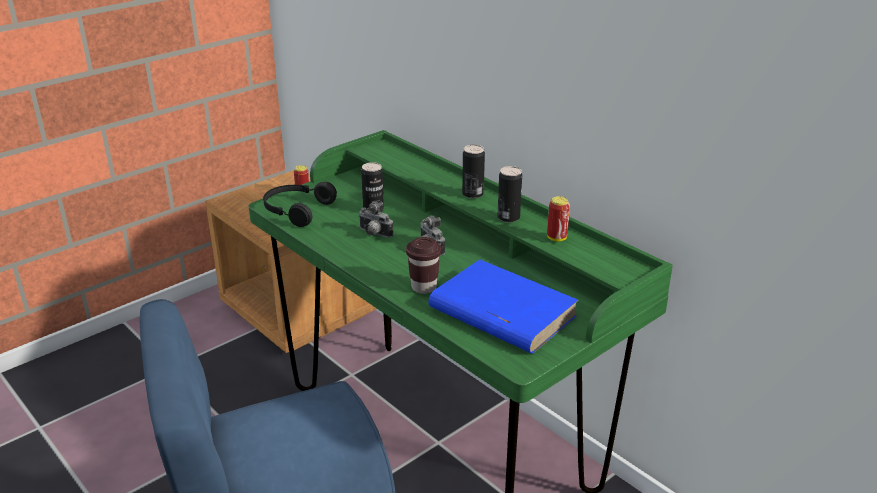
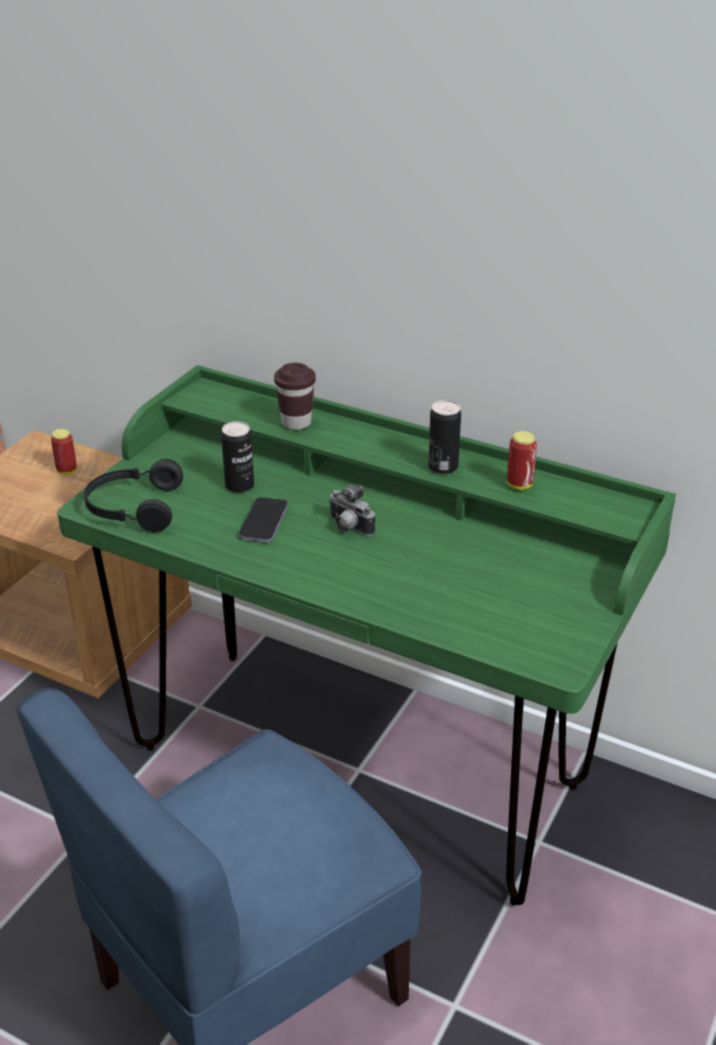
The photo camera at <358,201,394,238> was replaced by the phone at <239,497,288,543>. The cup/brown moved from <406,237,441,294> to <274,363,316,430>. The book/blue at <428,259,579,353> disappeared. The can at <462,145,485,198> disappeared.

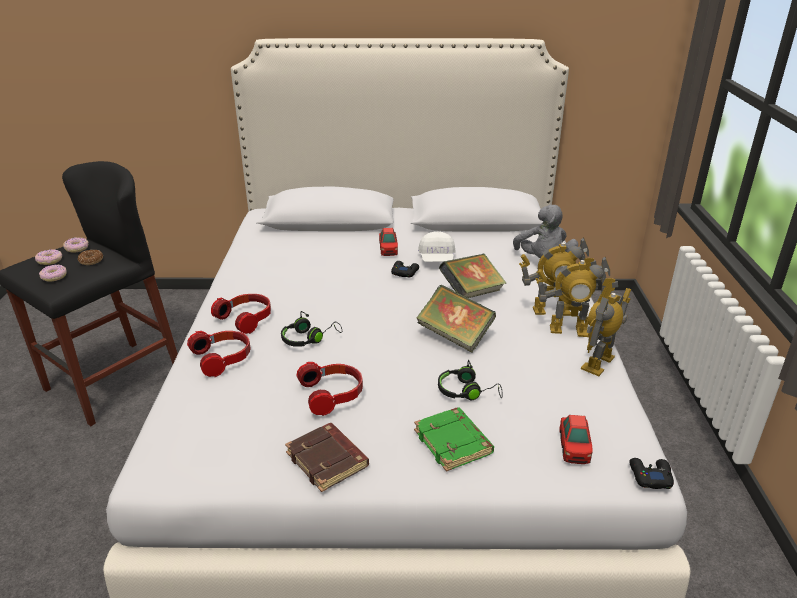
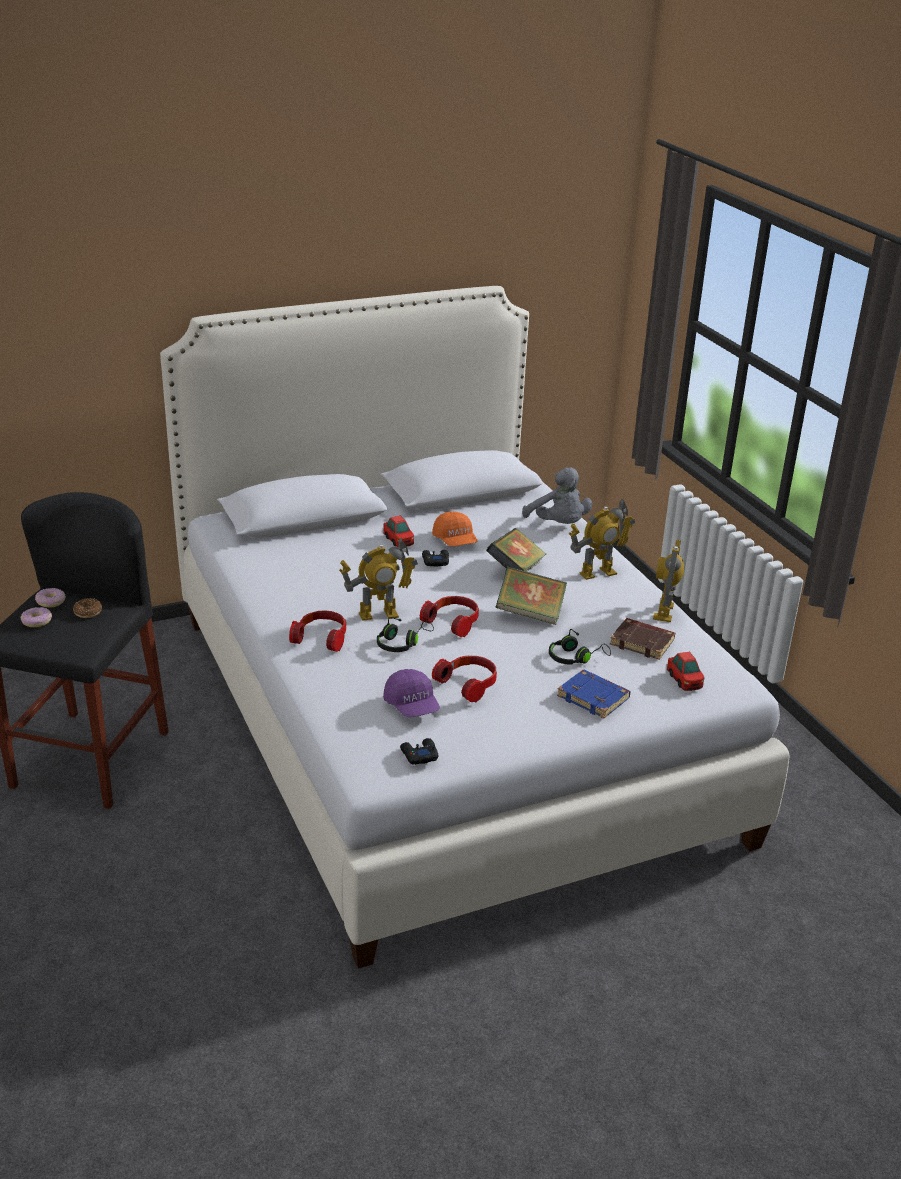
The donut at <39,264,67,282> disappeared. The headphones moved from <187,331,251,377> to <420,596,479,637>. The book/brown moved from <285,423,369,492> to <610,618,675,660>. The book/green at <414,407,494,472> became the book/blue at <557,670,631,718>. The cap/white at <418,231,456,262> became the cap/orange at <432,511,477,546>. The toy robot moved from <536,257,618,337> to <339,538,418,621>. The game controller/black moved from <629,458,674,489> to <400,738,438,765>. The cap/purple at <383,669,440,717> appeared.

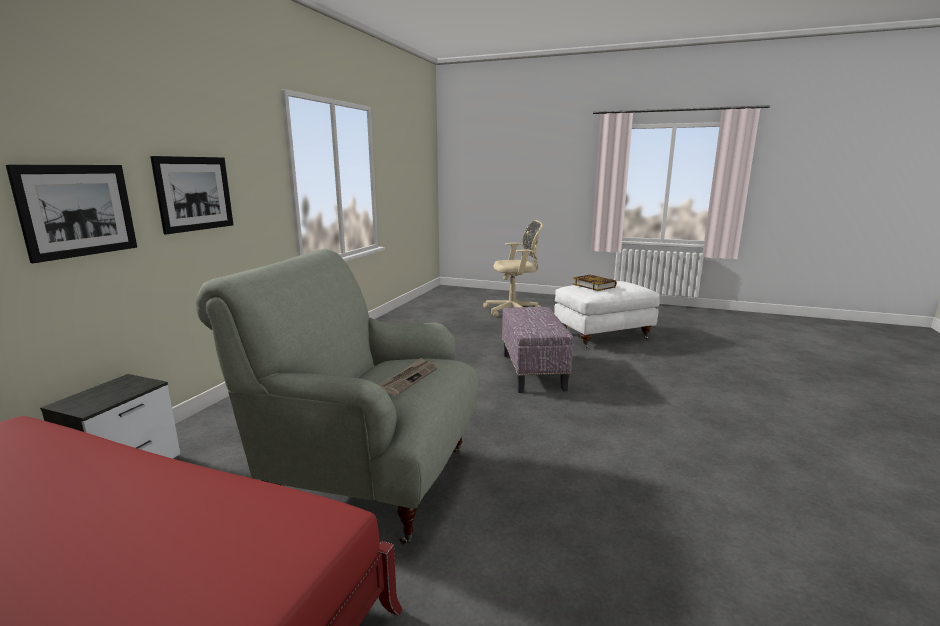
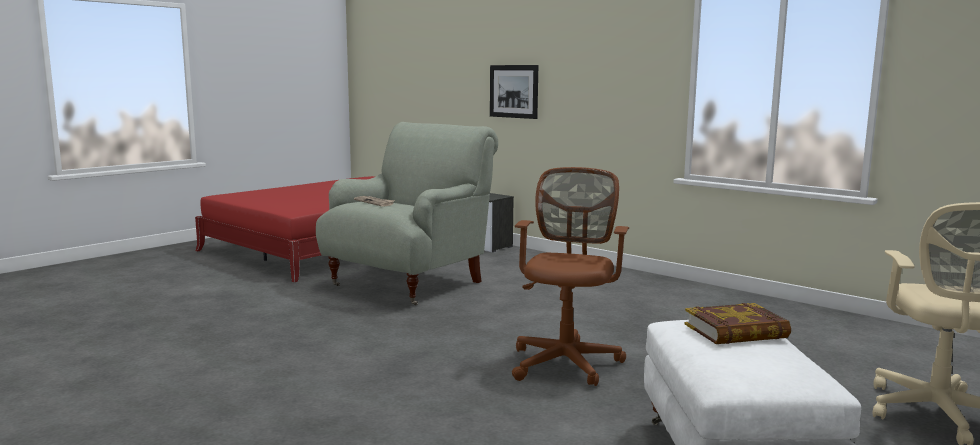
The picture at <150,156,233,234> disappeared. The ottoman at <502,307,573,393> was replaced by the office chair/brown at <512,167,629,386>.

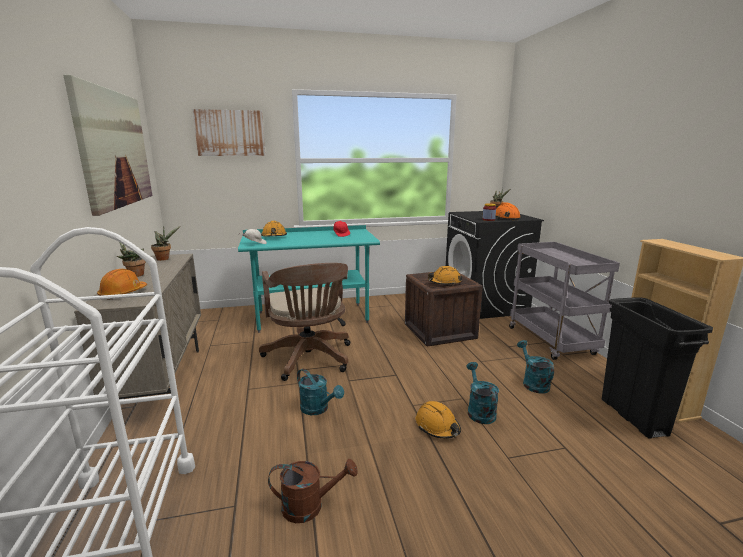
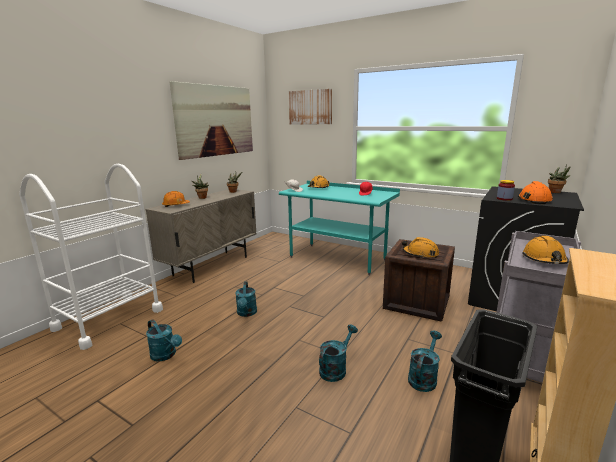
The office chair/brown at <259,263,350,381> disappeared. The watering can/brown at <268,459,358,523> became the watering can/turquoise at <146,319,182,361>. The hard hat/orange moved from <416,401,461,439> to <522,236,569,264>.

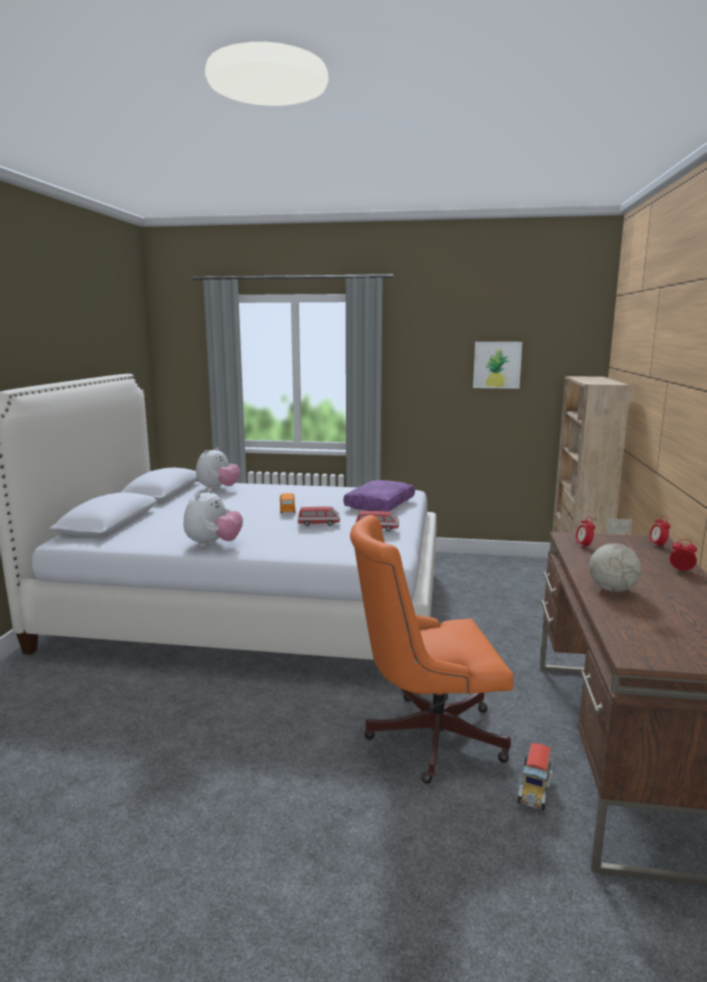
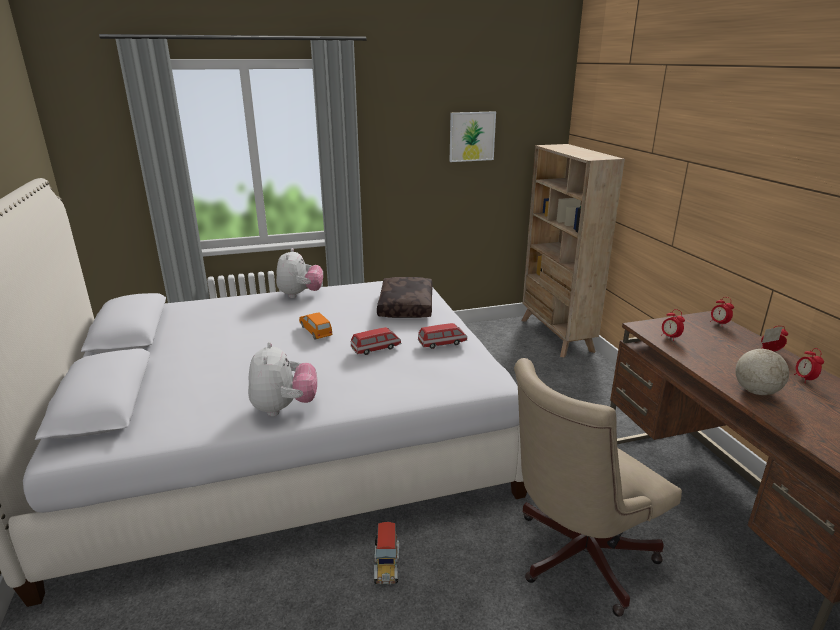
The plush toy moved from <196,447,240,490> to <276,248,323,298>. The pillow/purple at <344,480,415,512> became the pillow/brown at <377,277,432,318>. The office chair/orange at <350,515,513,784> became the office chair/beige at <514,358,682,617>. The toy truck moved from <518,743,552,810> to <374,522,399,585>. The alarm clock at <794,348,824,382> appeared.

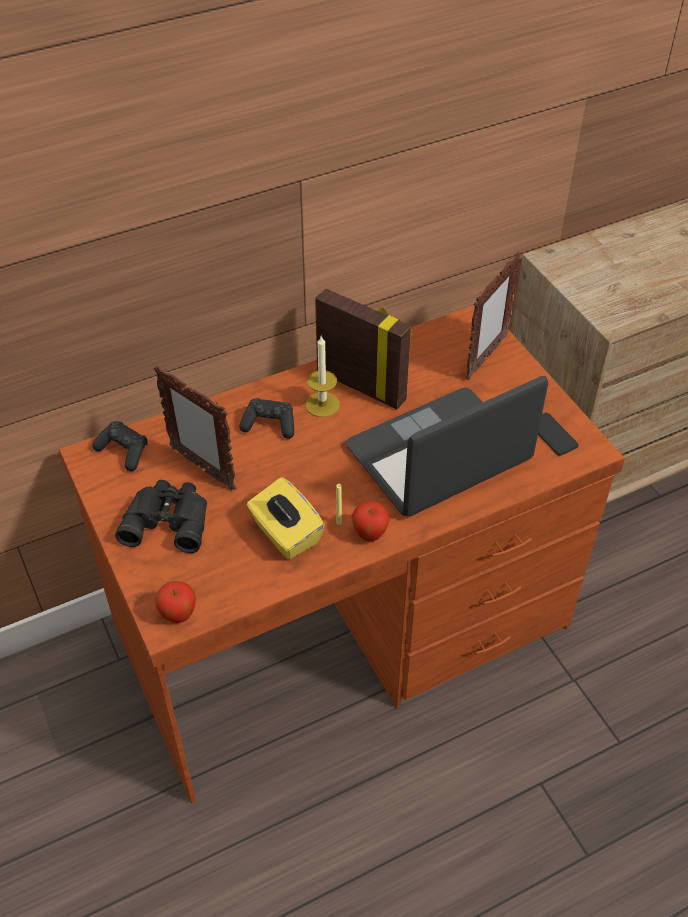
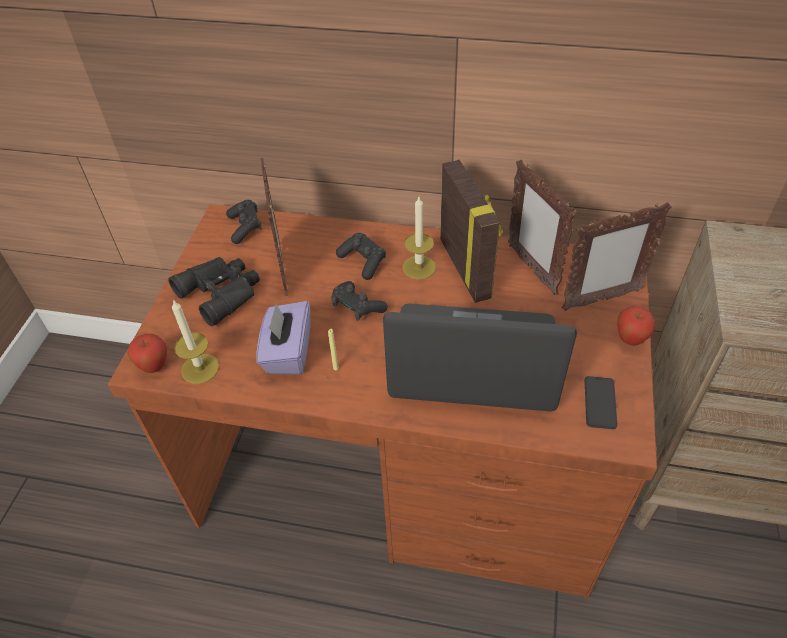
The tissue box/yellow at <247,477,325,560> became the tissue box/purple at <257,301,311,374>. The apple moved from <351,501,390,541> to <618,306,655,346>. The candle at <172,299,219,384> appeared. The game controller/black at <331,281,388,321> appeared. The picture frame at <508,160,576,295> appeared.

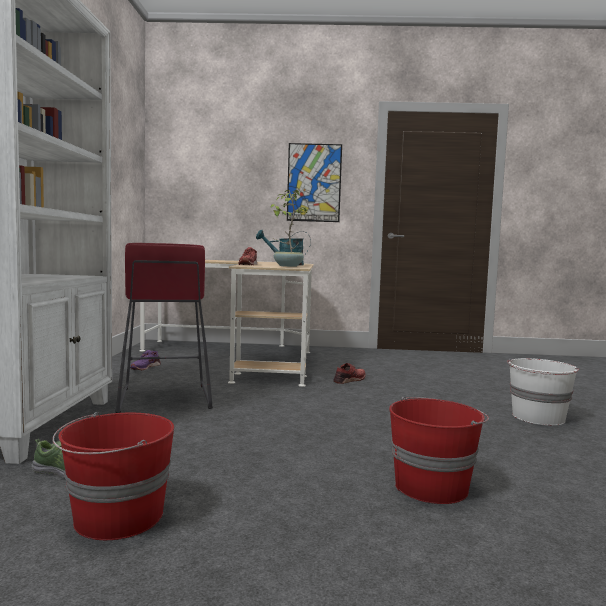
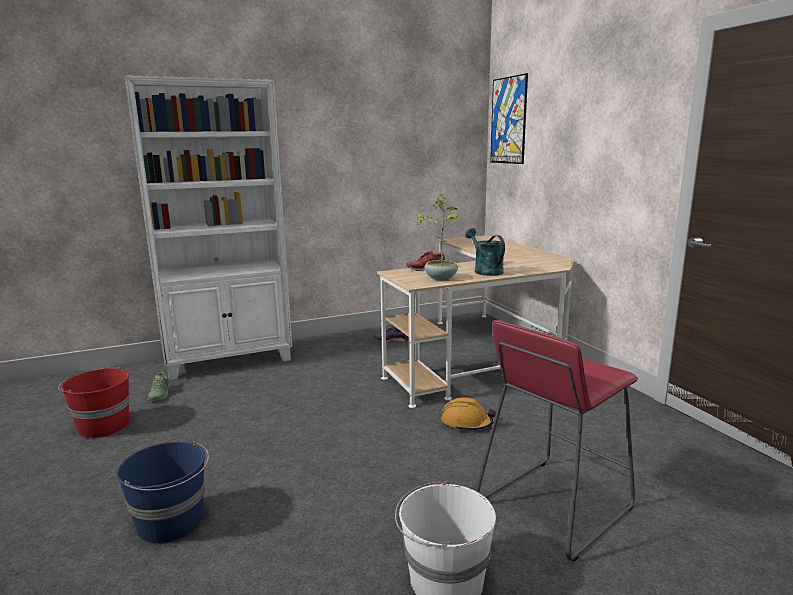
The stool/red moved from <115,243,213,413> to <476,320,638,562>. The picture moved from <287,143,342,222> to <490,73,528,164>. The shoe/red at <333,363,366,384> was replaced by the hard hat/orange at <441,397,496,431>. The bucket/red at <389,397,489,504> became the bucket/blue at <116,441,209,544>.

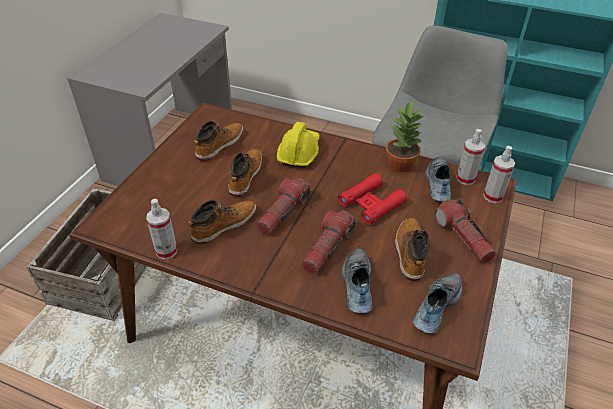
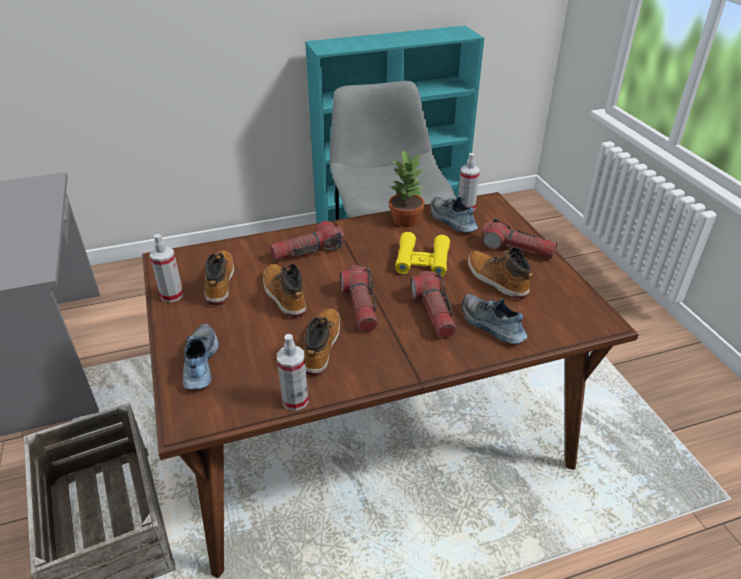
The hard hat/yellow at <277,122,320,167> was replaced by the flashlight at <270,221,345,261>. The binoculars/red at <338,173,407,225> became the binoculars/yellow at <395,232,450,276>. The shoe moved from <413,273,462,334> to <182,323,219,389>. The spray bottle moved from <483,146,515,203> to <150,234,183,303>.

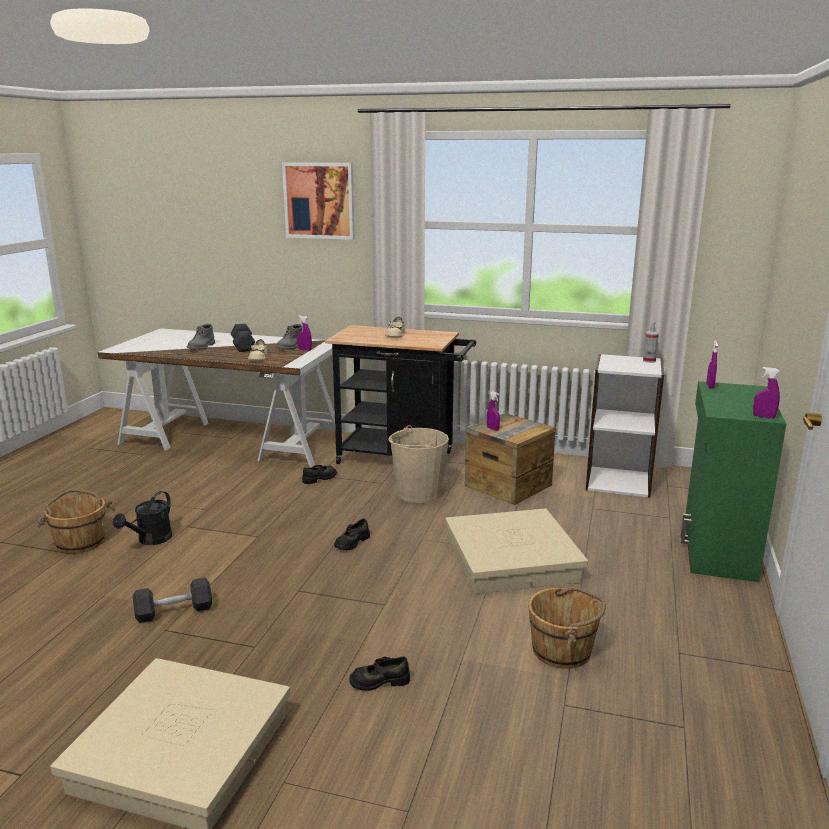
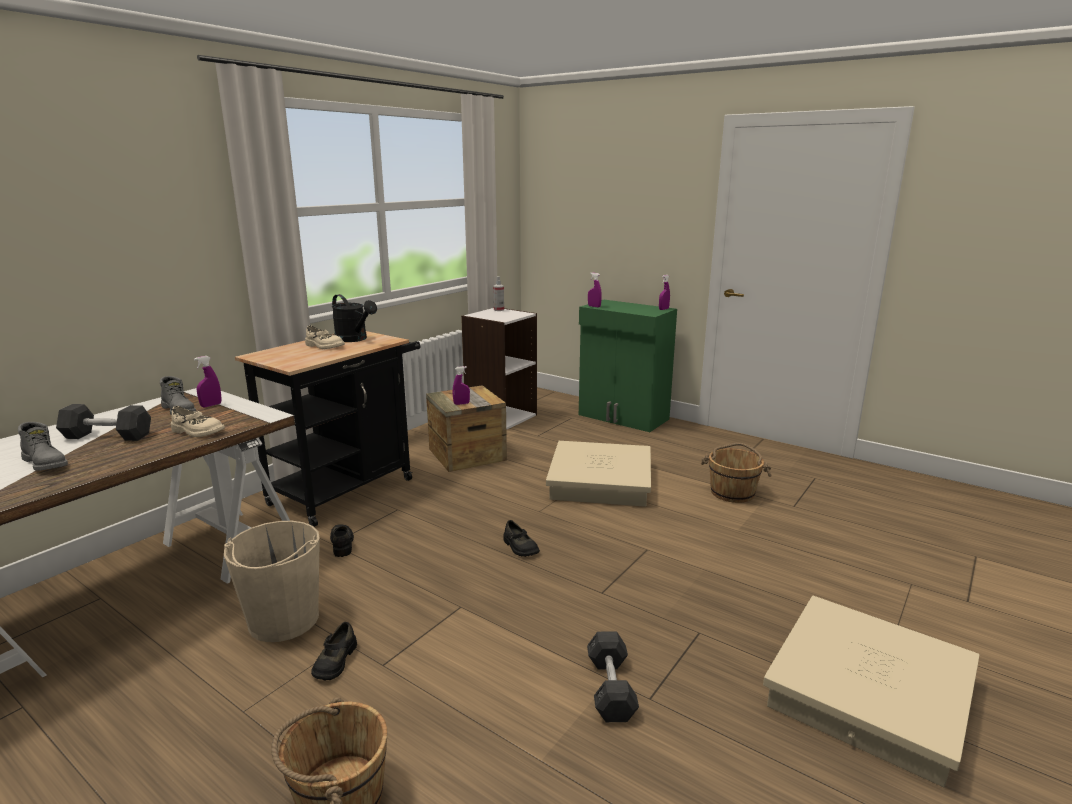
The watering can/black moved from <113,491,172,545> to <332,294,377,342>. The picture at <282,162,355,240> disappeared. The shoe/black moved from <349,656,410,691> to <311,622,357,681>. The bucket/beige moved from <388,425,449,503> to <224,521,320,642>.

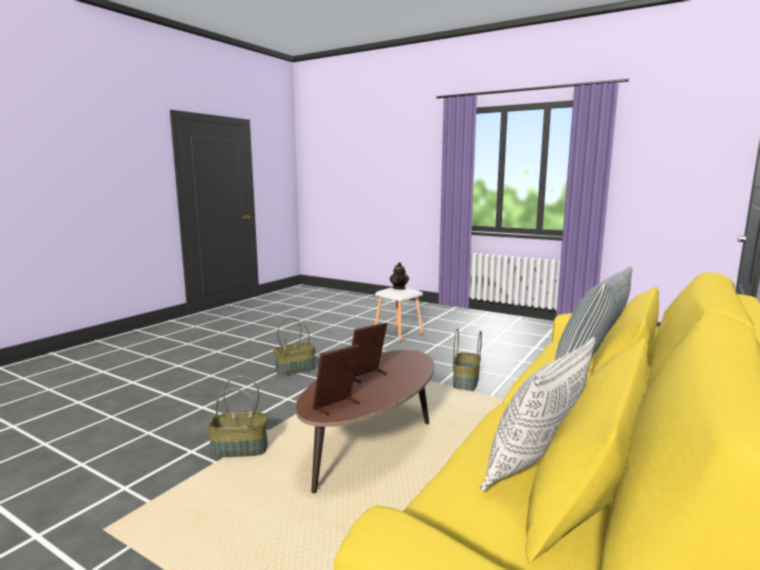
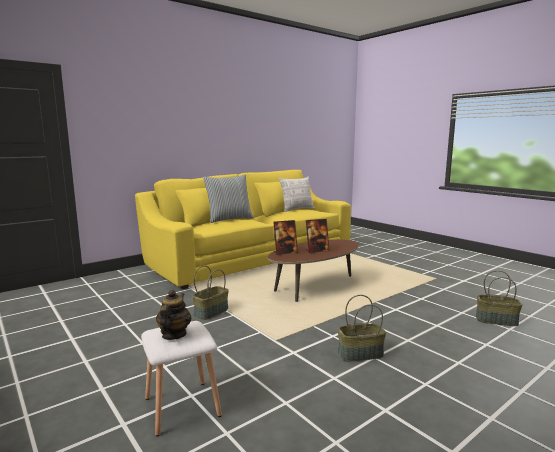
The basket moved from <207,376,268,458> to <476,270,522,326>. The picture frame moved from <313,344,360,415> to <273,220,298,255>.

